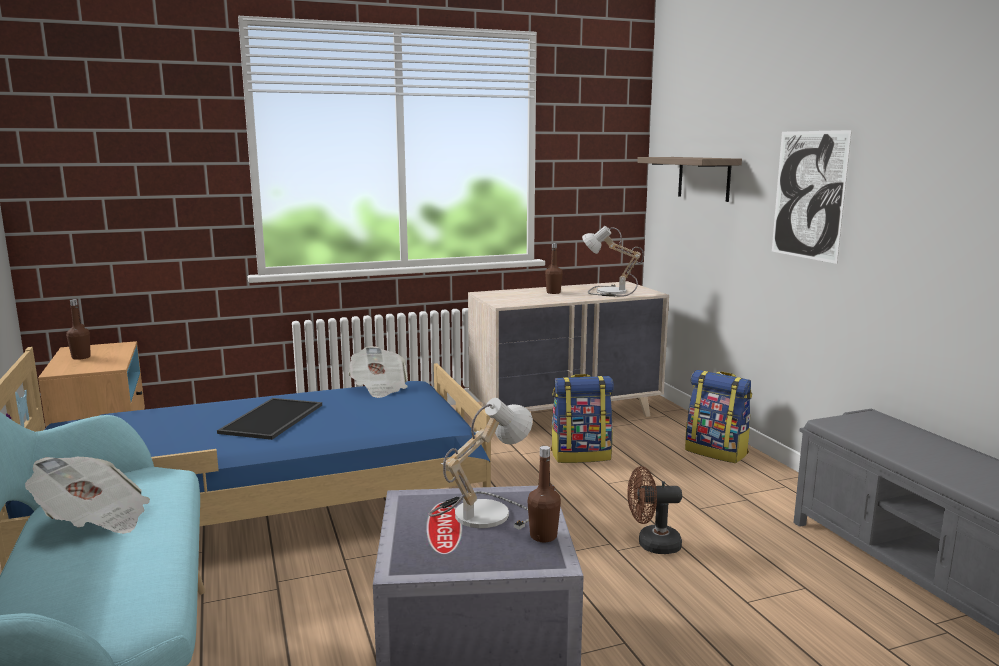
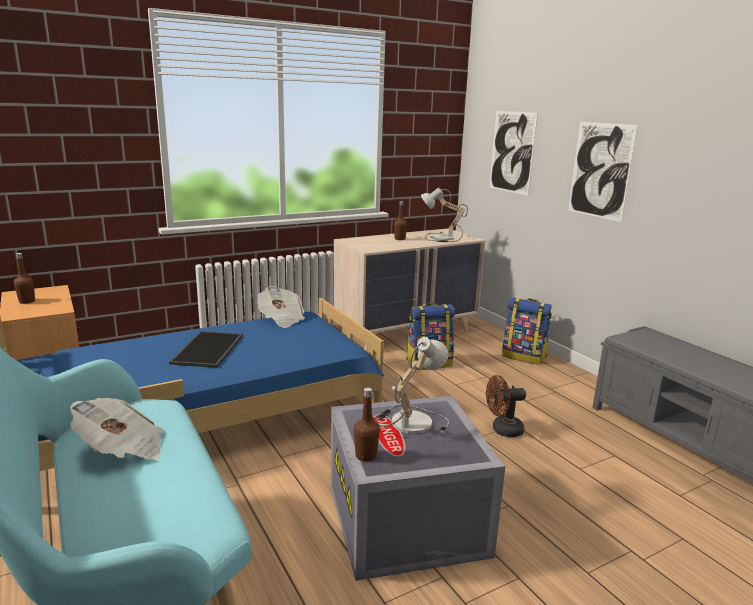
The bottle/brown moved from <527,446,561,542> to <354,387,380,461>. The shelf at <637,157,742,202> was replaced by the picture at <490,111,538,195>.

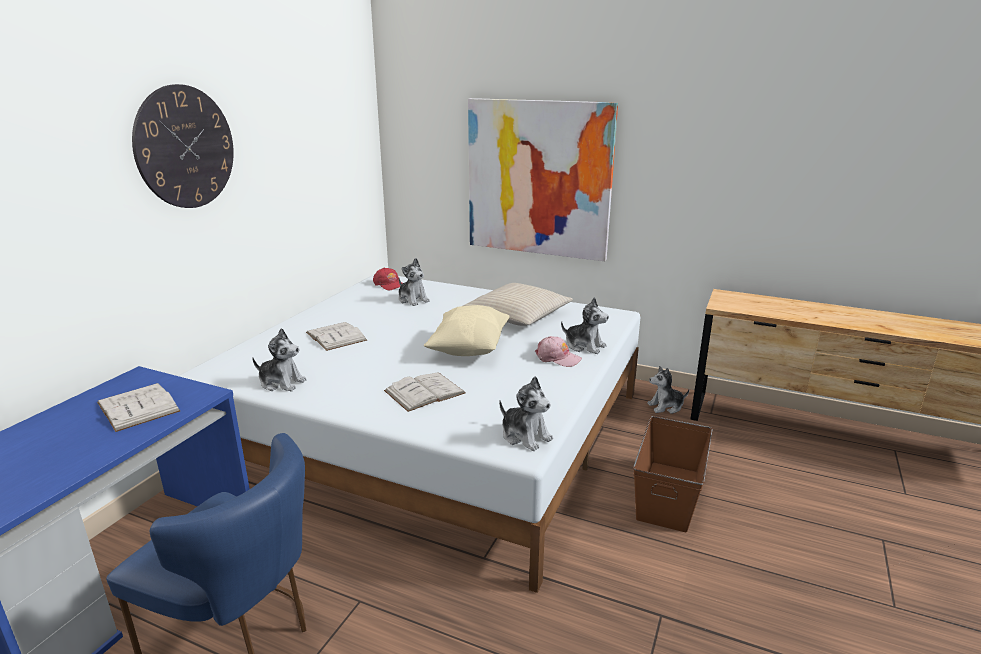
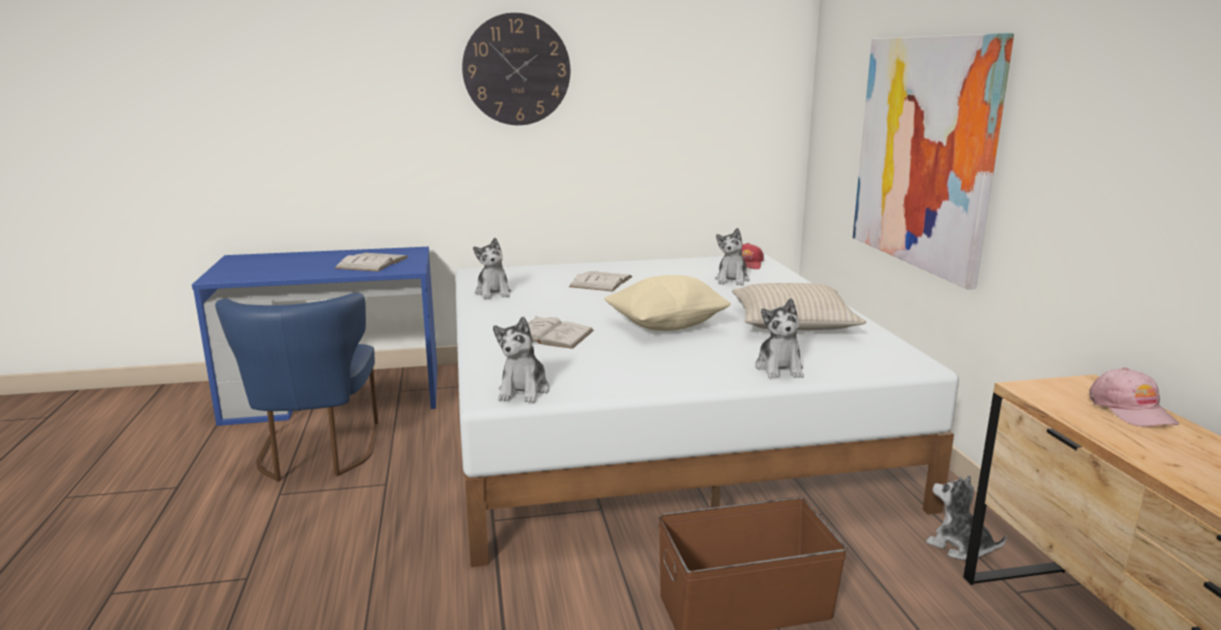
The cap/pink moved from <535,336,582,367> to <1089,367,1179,427>.

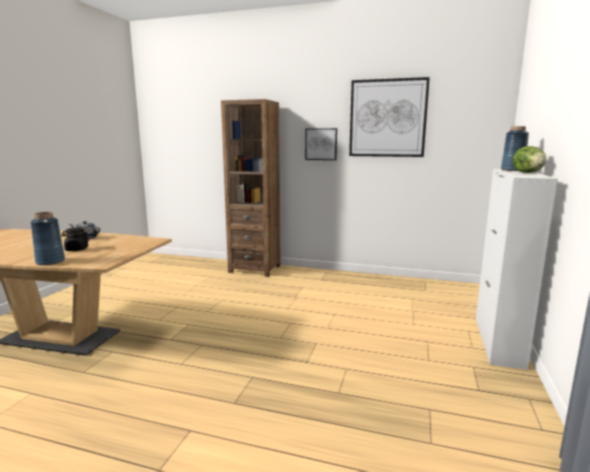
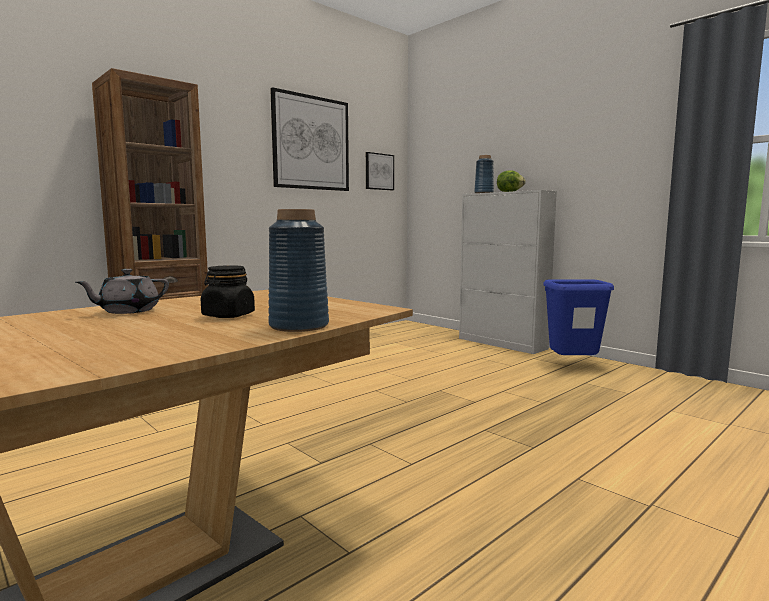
The picture moved from <305,128,337,160> to <366,152,394,190>. The trash can/blue at <543,279,614,355> appeared.

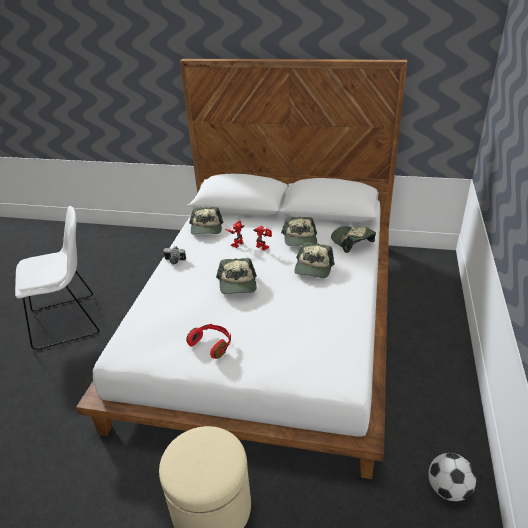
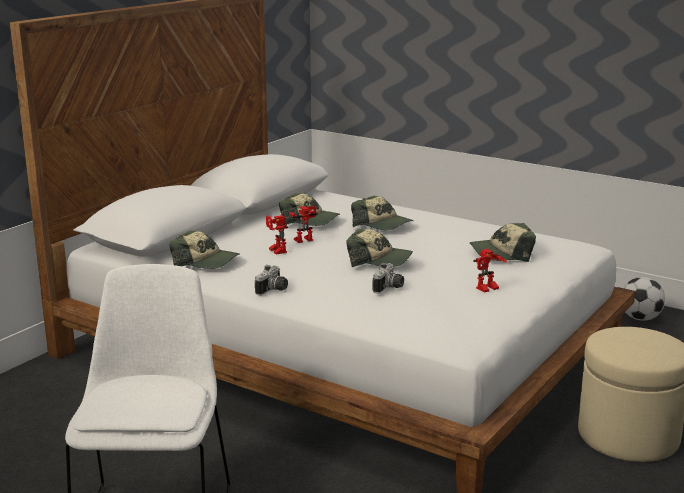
The headphones/red at <186,324,231,359> was replaced by the toy robot at <473,249,508,293>. The cap moved from <331,226,376,253> to <470,223,536,262>. The photo camera at <373,262,404,294> appeared.

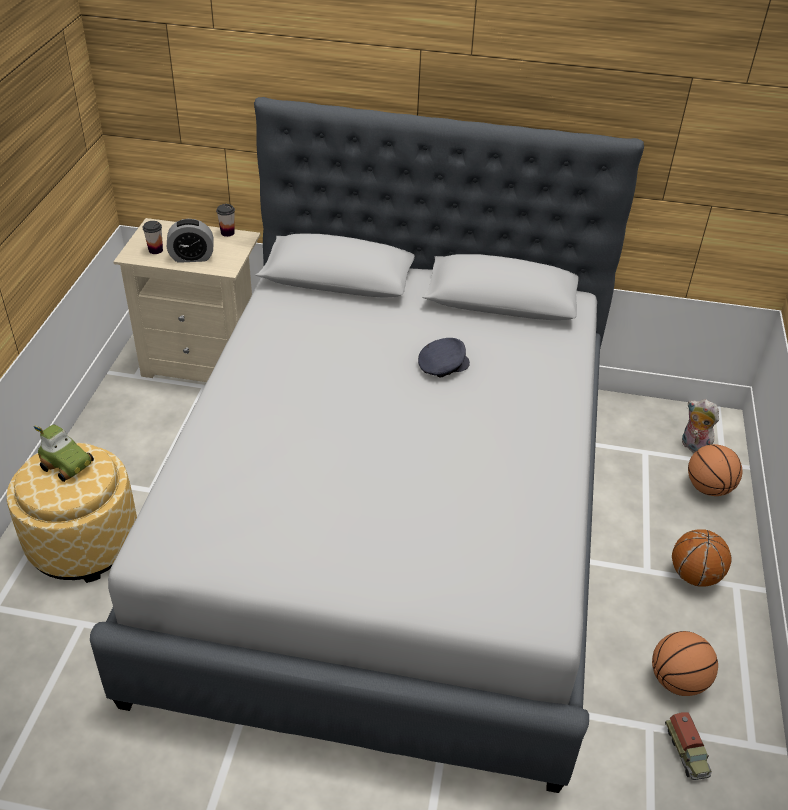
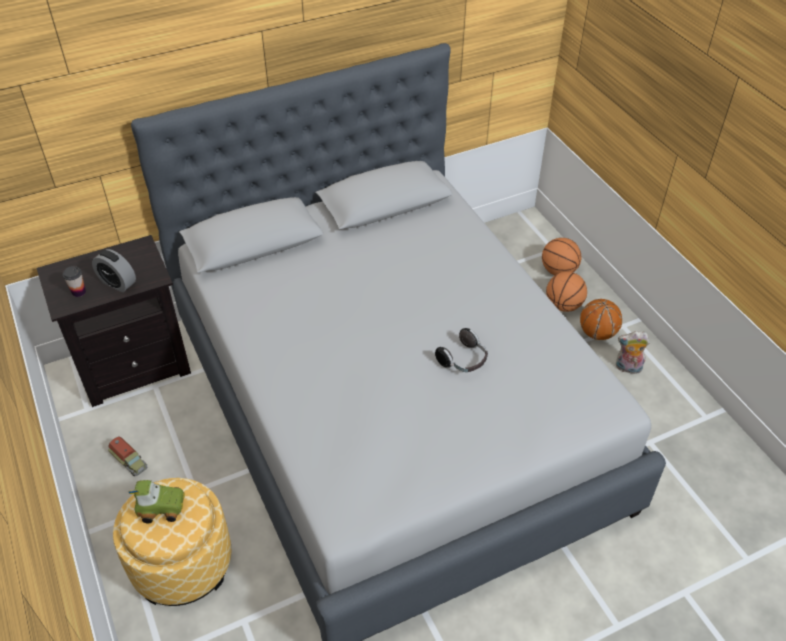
The nightstand/beige at <113,218,261,382> became the nightstand/black at <37,235,191,407>. The alarm clock at <167,219,214,263> turned 75 degrees clockwise. The cup at <216,204,235,237> disappeared. The cap/grey at <418,338,470,378> disappeared. The basketball moved from <652,631,718,696> to <546,272,587,312>. The toy truck moved from <665,712,711,780> to <108,436,148,476>. The plush toy moved from <682,399,719,453> to <616,331,650,374>. The headphones at <435,328,488,372> appeared.

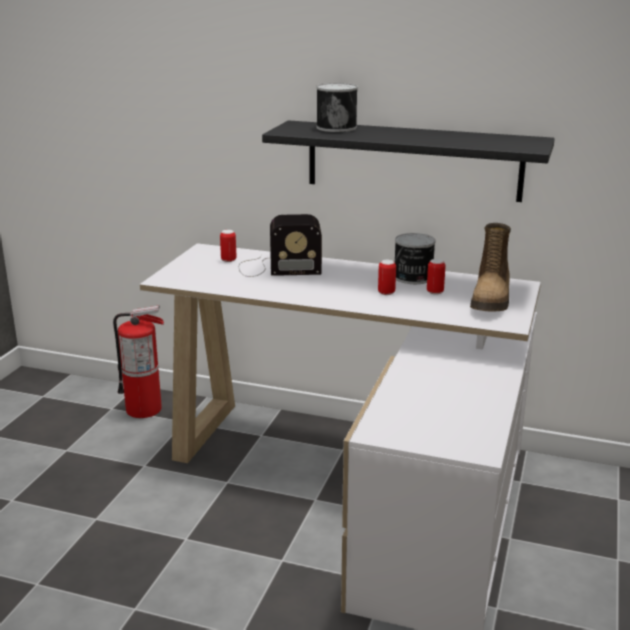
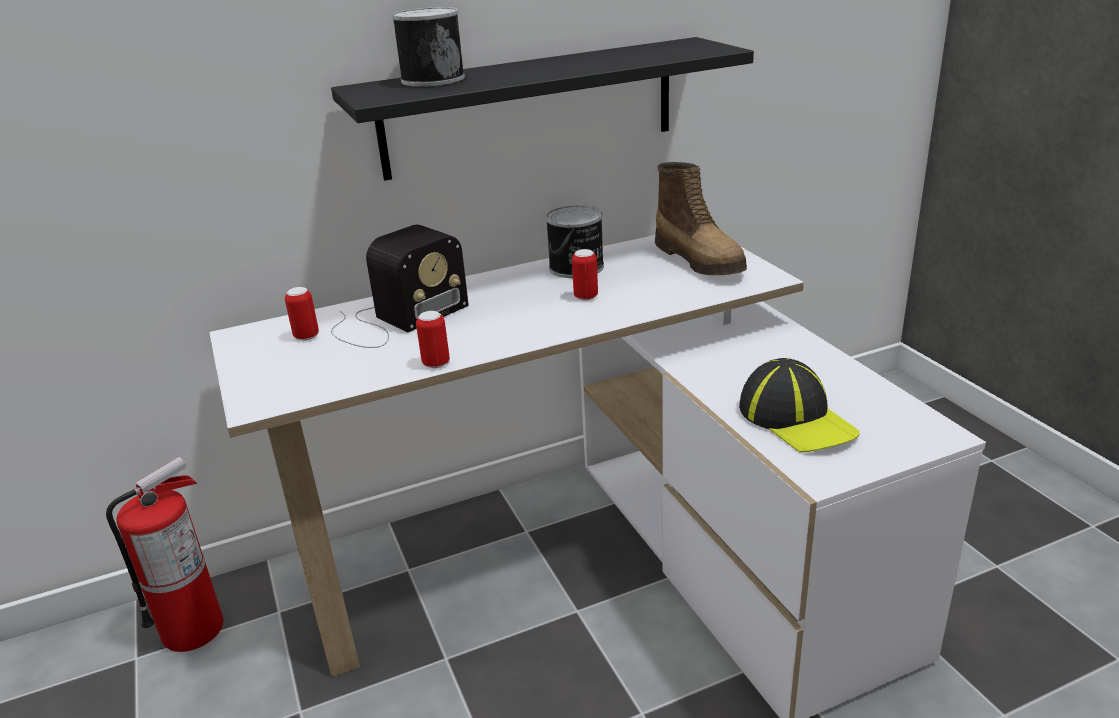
The can moved from <427,259,446,295> to <416,311,450,368>. The cap at <739,358,860,452> appeared.

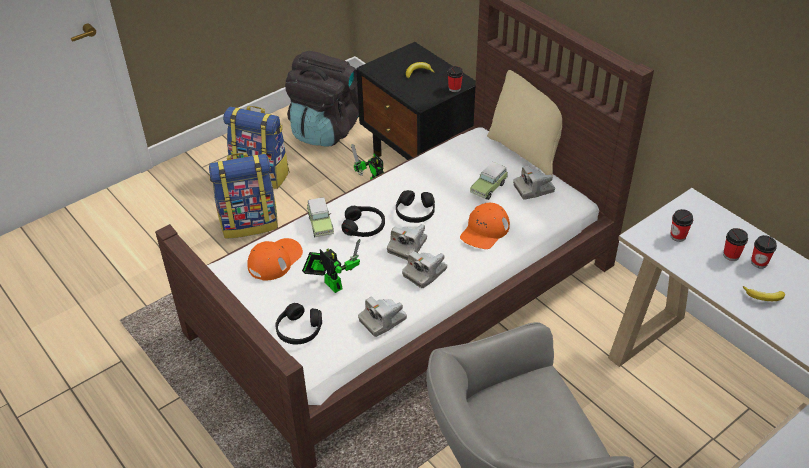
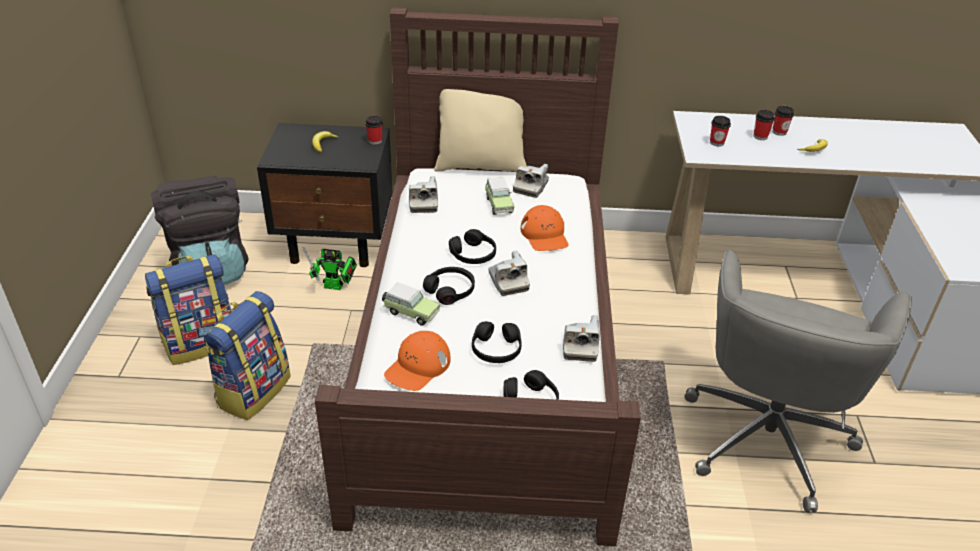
The cap/orange at <247,238,303,281> turned 135 degrees counterclockwise. The toy robot at <302,239,361,293> was replaced by the headphones/black at <472,321,522,363>. The photo camera moved from <402,251,447,288> to <409,176,438,213>.

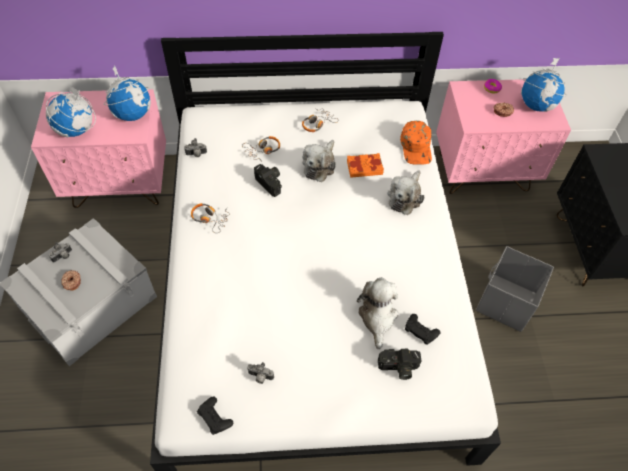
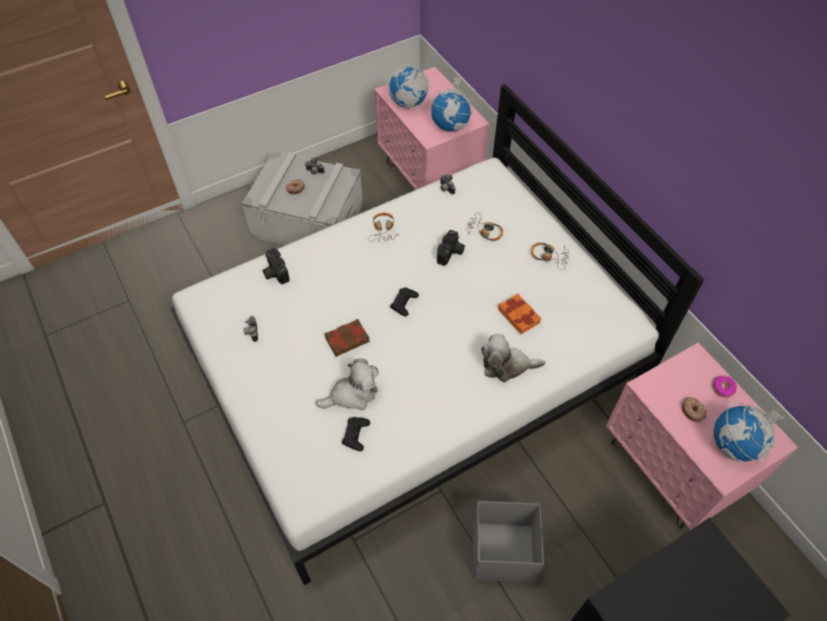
The game controller/black moved from <197,396,233,435> to <390,287,419,316>. The plush toy at <302,140,336,182> disappeared. The photo camera moved from <378,349,421,380> to <263,248,289,284>. The cap/orange at <400,121,432,165> disappeared. The book/brown at <324,319,370,357> appeared.

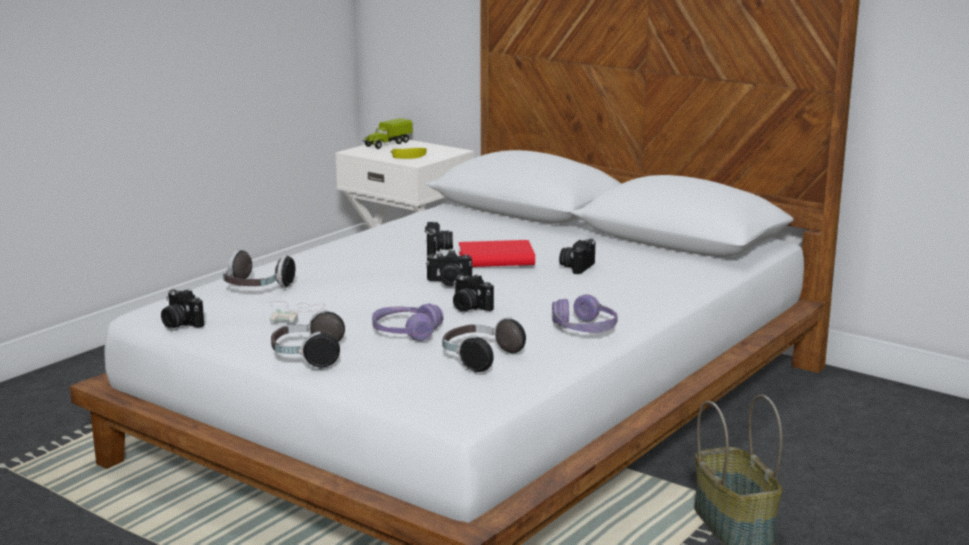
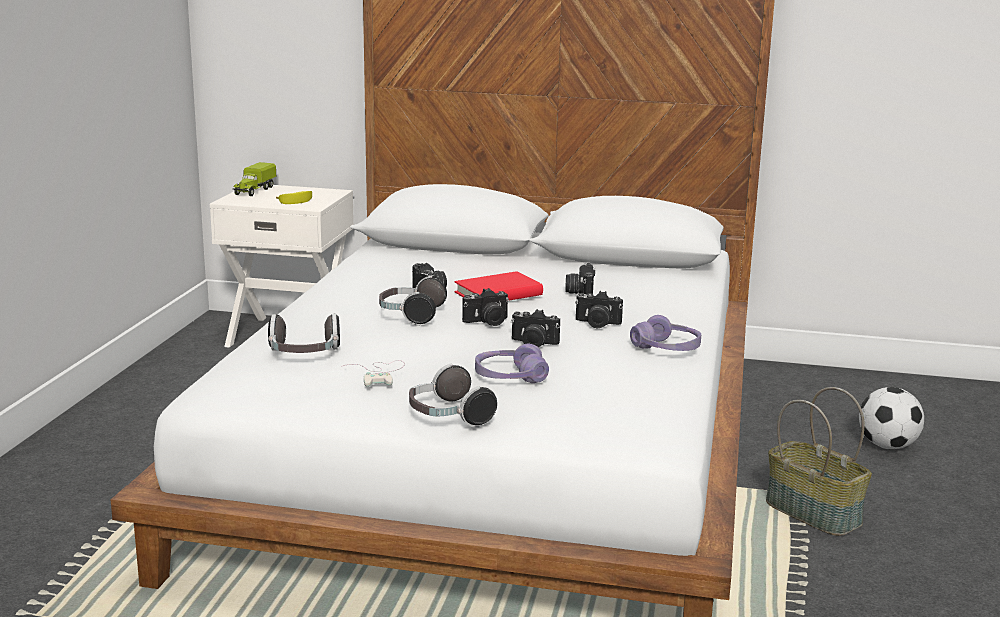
The photo camera moved from <161,289,204,328> to <575,291,623,328>. The headphones moved from <442,317,526,373> to <379,276,447,326>. The football at <859,387,924,449> appeared.

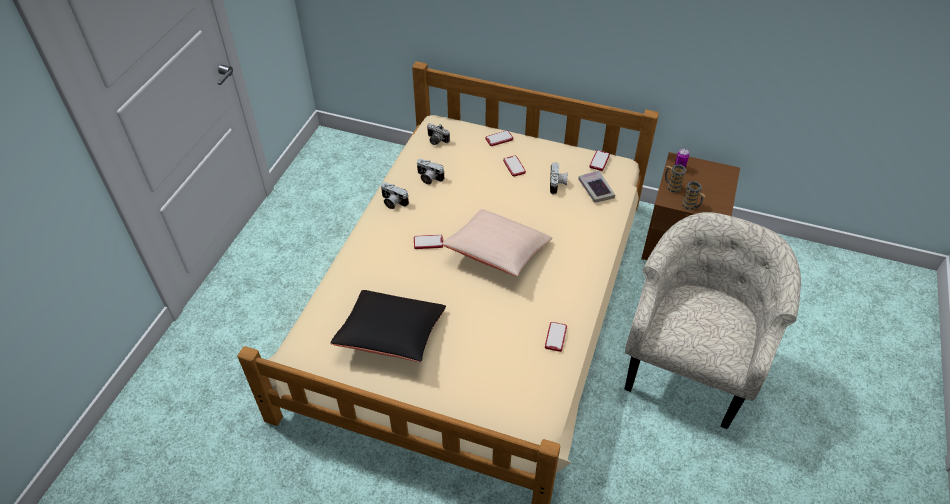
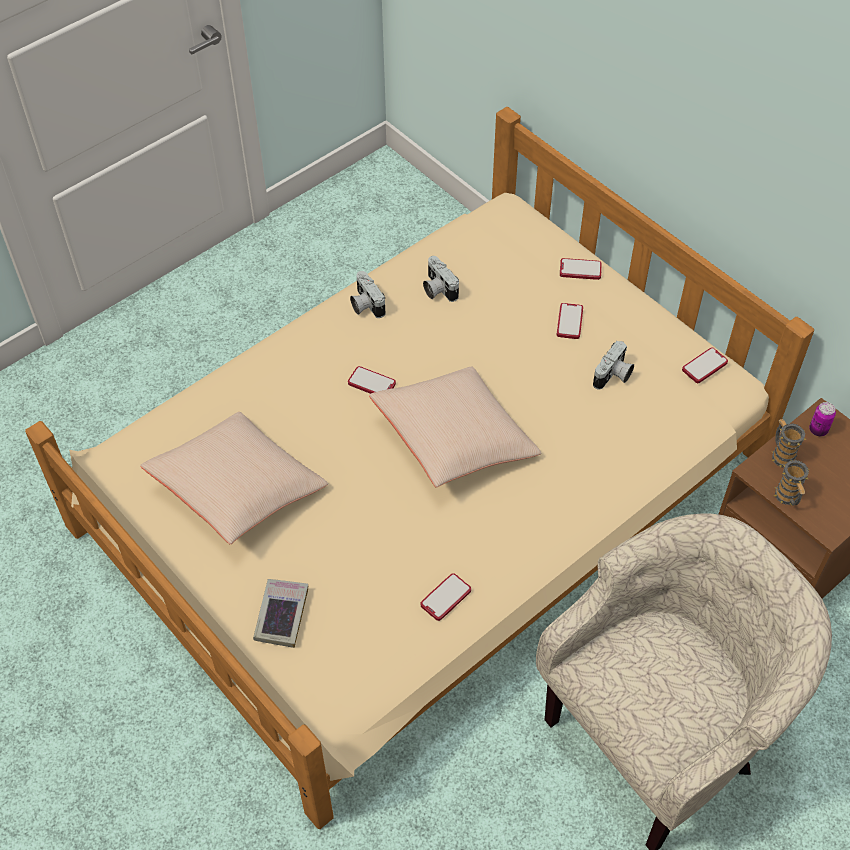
The pillow/black at <330,290,446,362> became the pillow/beige at <140,412,328,544>. The photo camera at <427,123,450,145> disappeared. The book moved from <578,170,615,203> to <253,579,308,648>.

